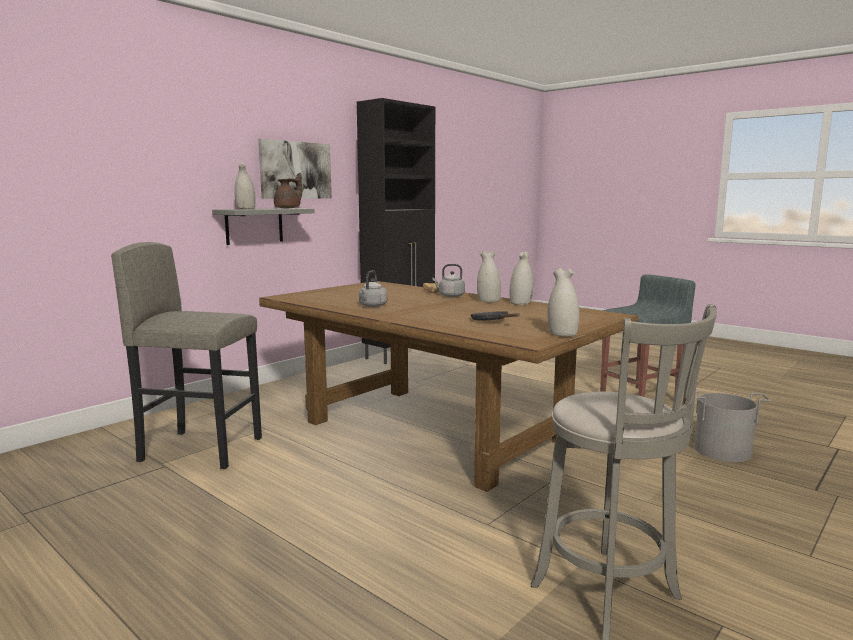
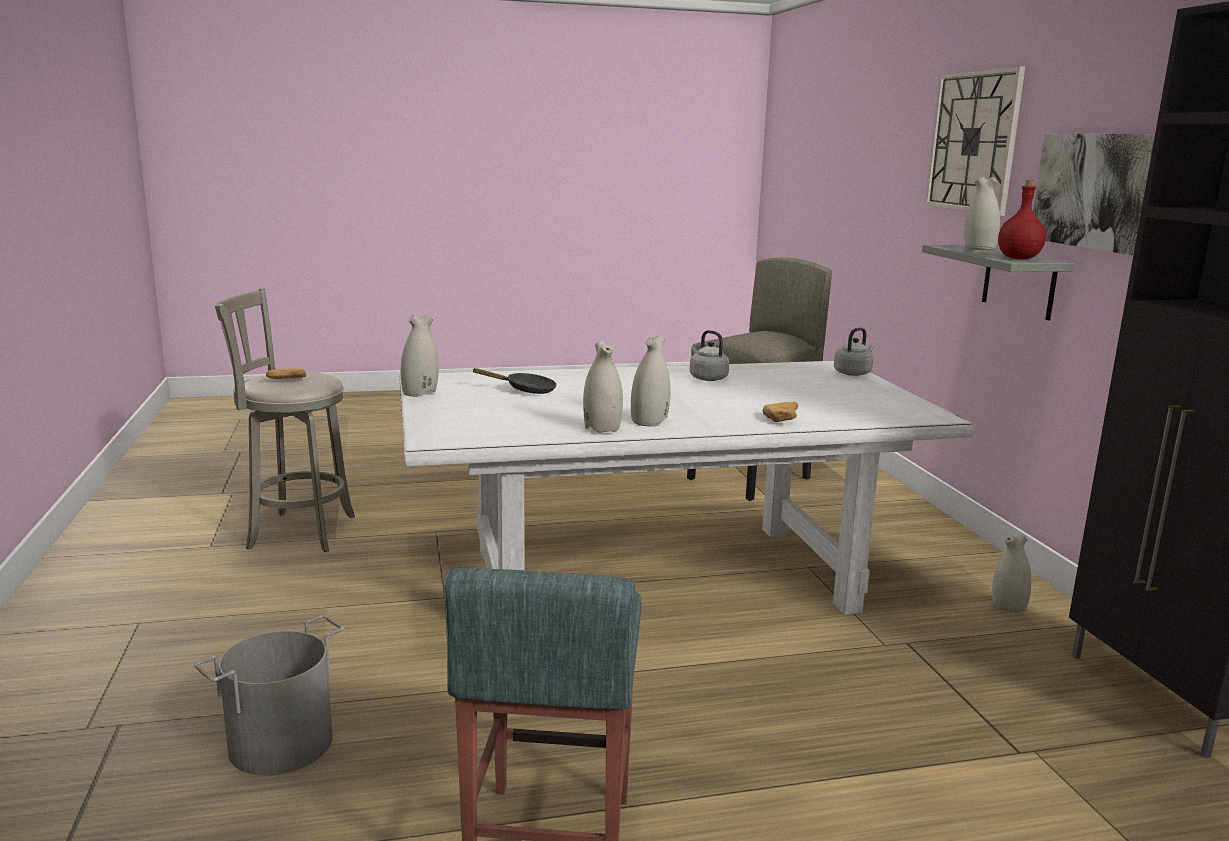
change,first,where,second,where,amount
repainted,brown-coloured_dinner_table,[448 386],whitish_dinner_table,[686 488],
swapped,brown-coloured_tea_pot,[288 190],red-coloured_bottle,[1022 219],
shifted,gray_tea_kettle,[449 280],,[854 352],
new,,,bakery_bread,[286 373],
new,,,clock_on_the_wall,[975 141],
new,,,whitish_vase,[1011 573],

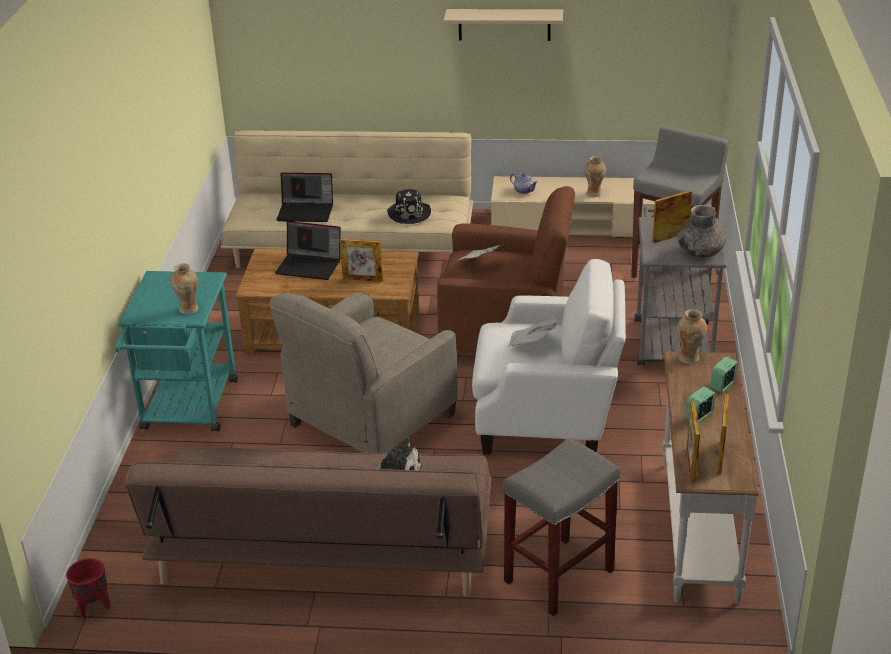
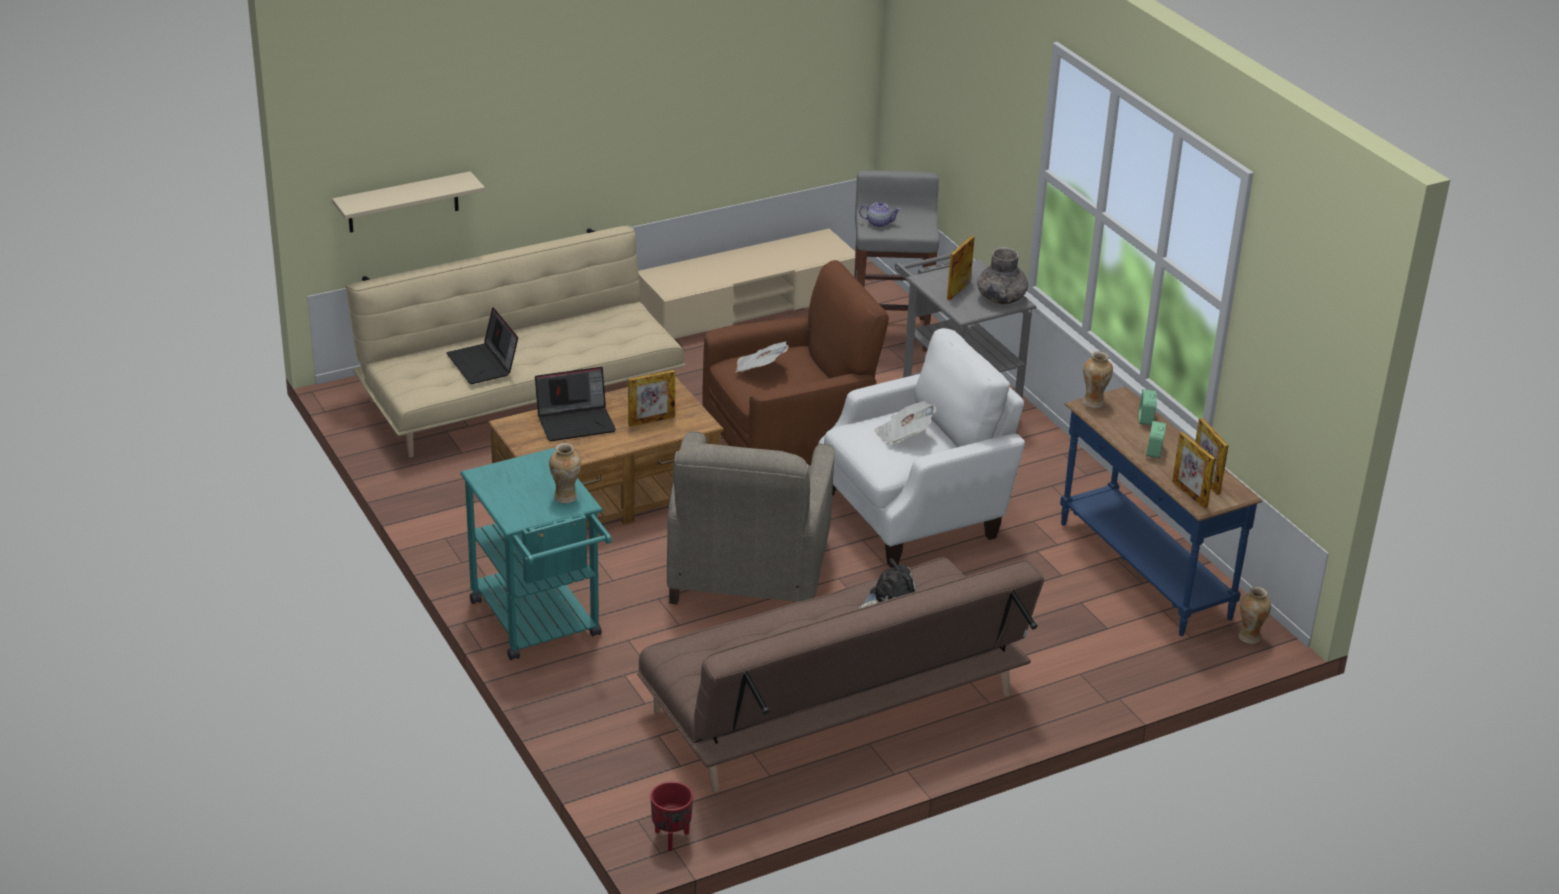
change,first,where,second,where,amount
rotated,portable_computer,[304 197],,[482 345],90 degrees clockwise
gone,blackish_wearable_hat,[409 206],,,
shifted,beige-coloured_bracket_shelf,[503 25],,[408 202],
gone,gray_sitting_stool,[561 527],,,
shifted,tea_pot,[524 183],,[880 214],
shifted,vase,[595 176],,[1255 615],
repainted,whitish_console_table,[710 478],blue_console_table,[1161 511],

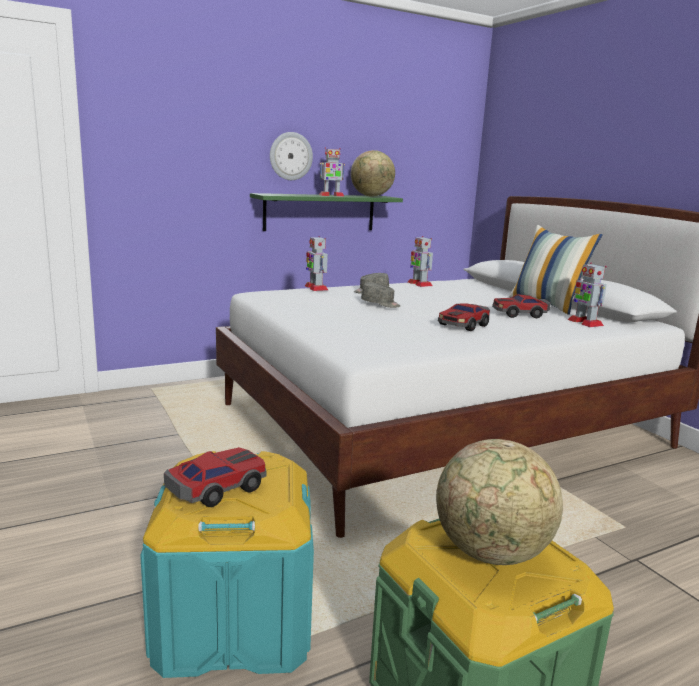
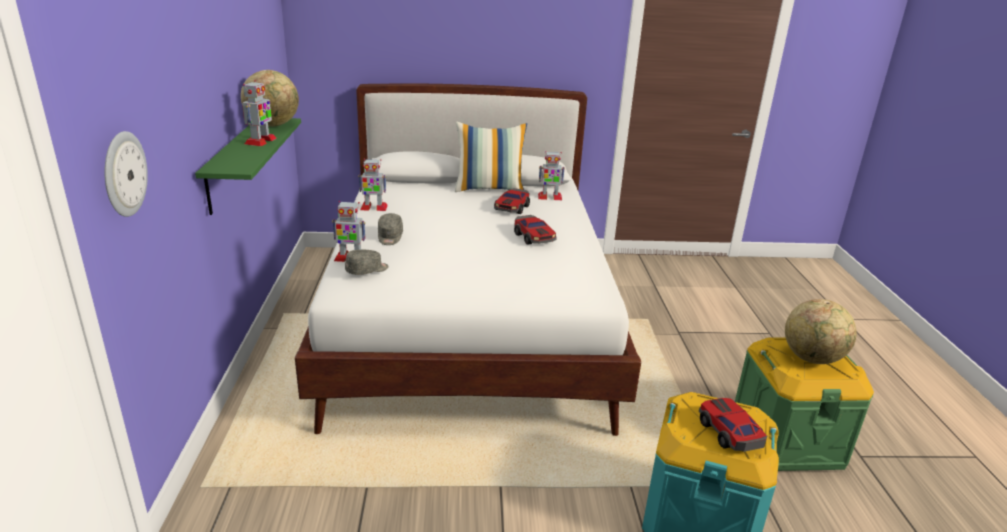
change,first,where,second,where,amount
shifted,clock_on_the_wall,[291 156],,[126 174],
shifted,gray_baseball_cap,[380 295],,[366 262],

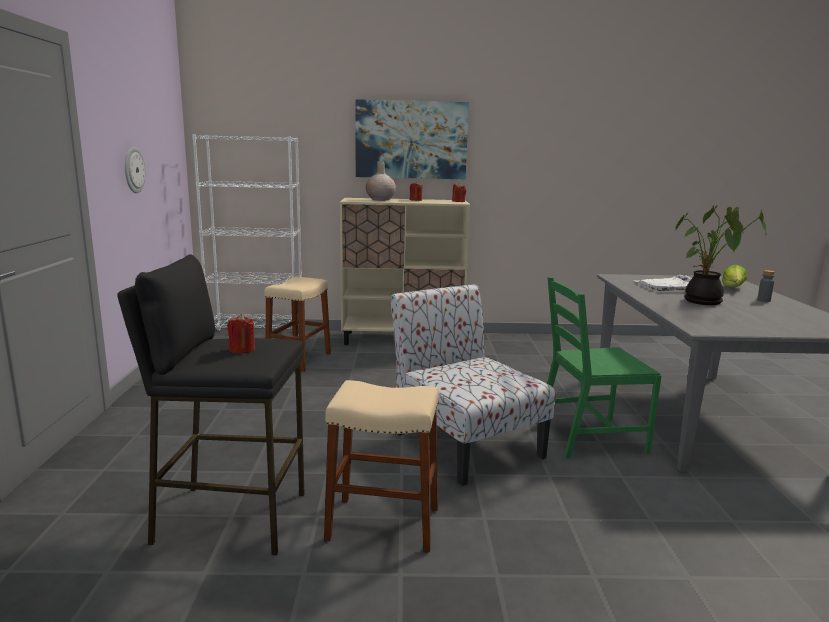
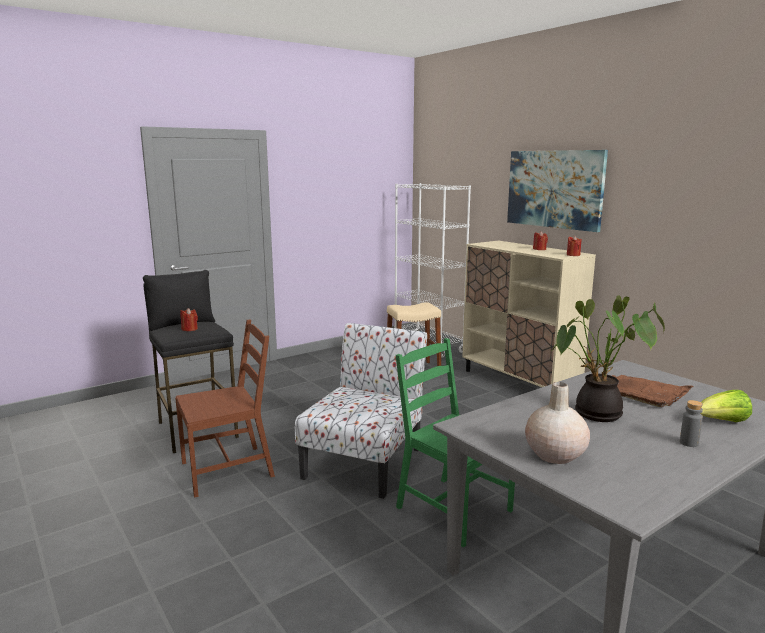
change,first,where,second,where,amount
gone,clock_on_the_wall,[135 170],,,
swapped,beige-coloured_sitting_stool,[381 466],brown-coloured_chair,[225 408],
shifted,beige-coloured_vase,[381 181],,[557 423],
repainted,whitish_serving_tray,[663 283],brown-coloured_serving_tray,[652 391],

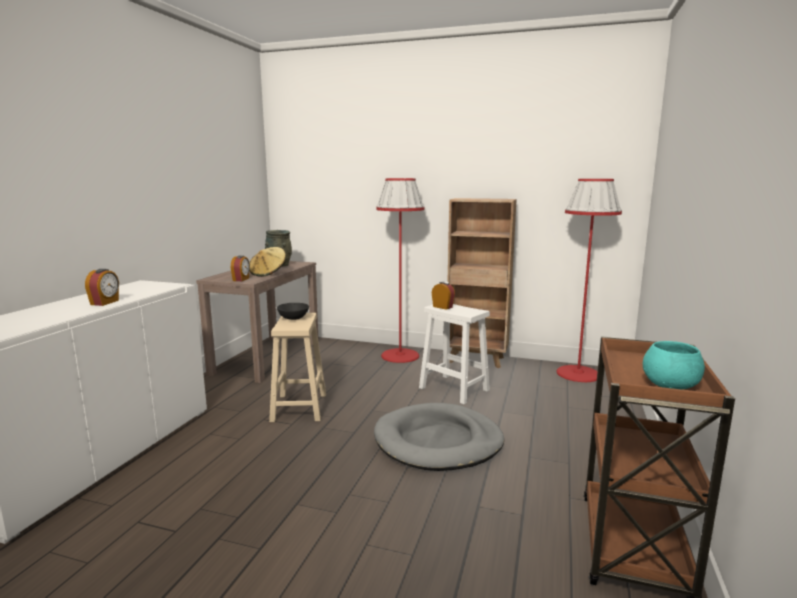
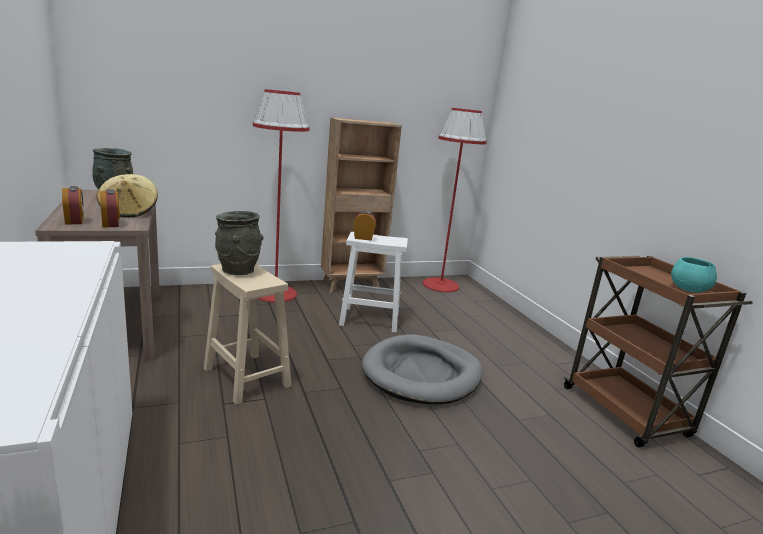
change,first,where,second,where,amount
shifted,alarm_clock,[102 287],,[73 205],
swapped,blackish_deep_dish,[293 311],gray_vase,[239 243],

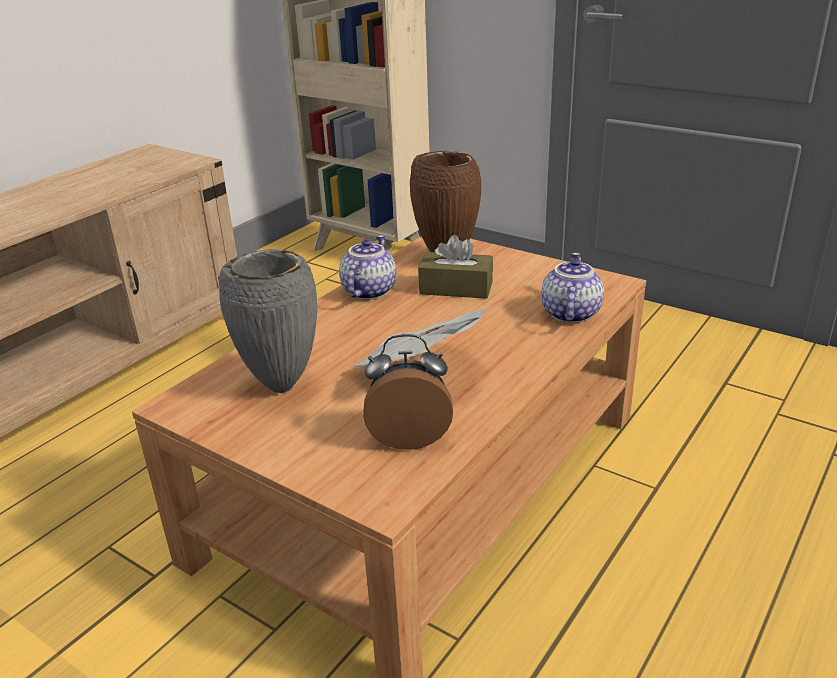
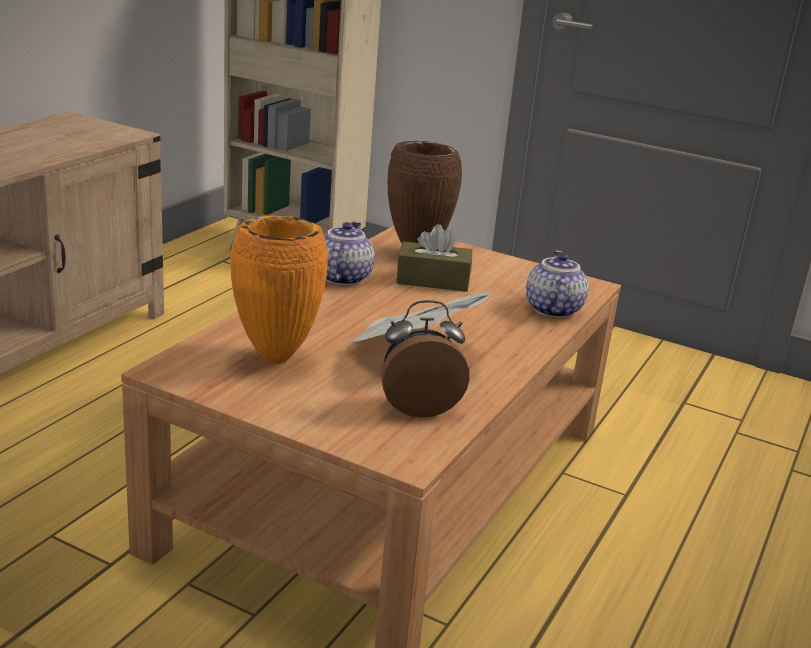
change,first,where,second,where,amount
repainted,gray_vase,[268 321],orangey_vase,[279 289],

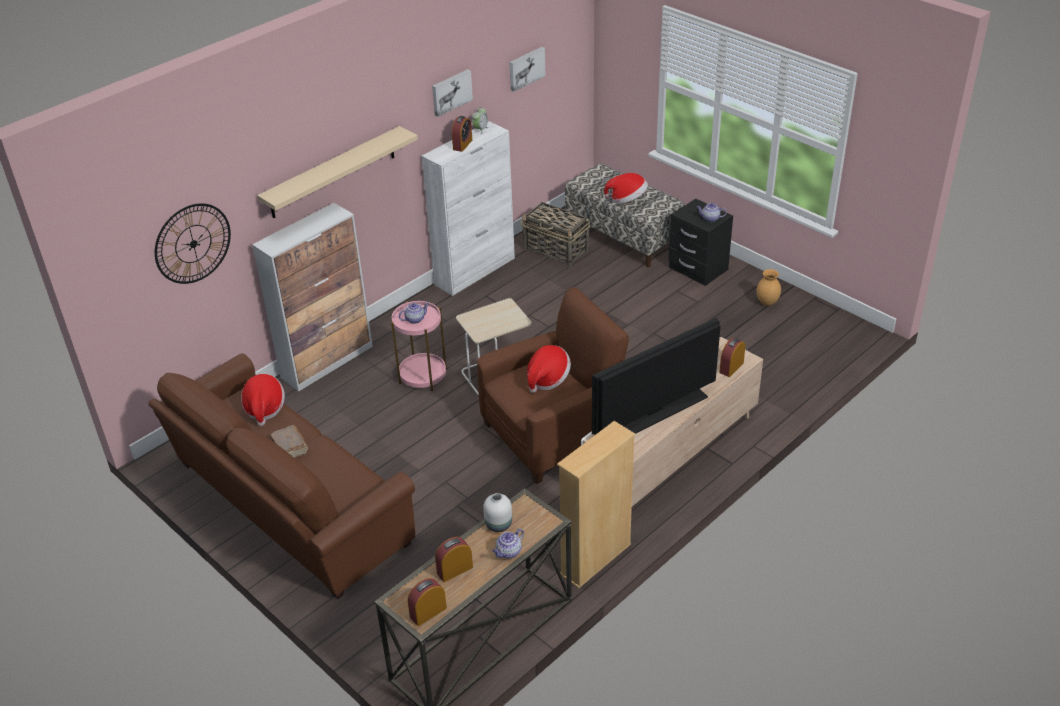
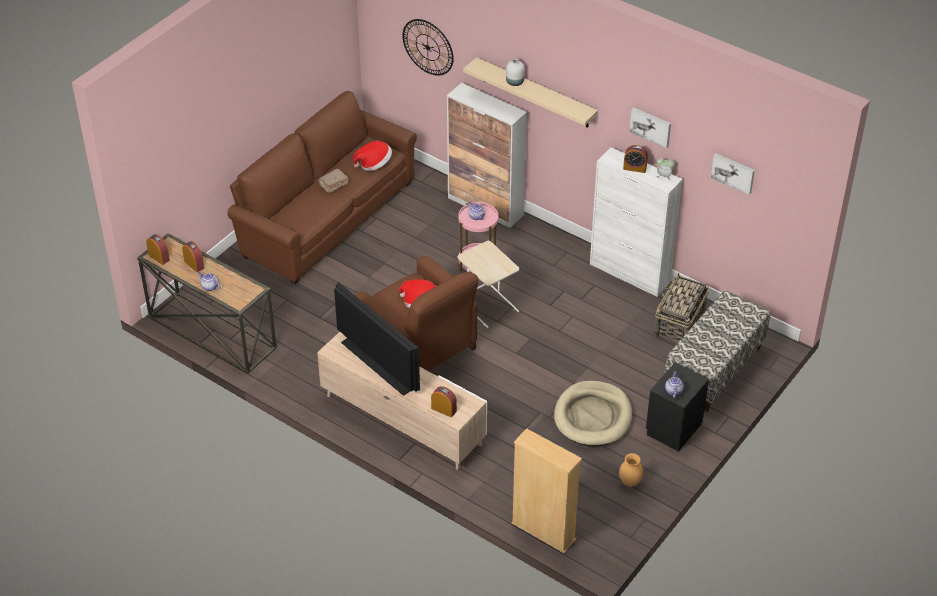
change,first,where,second,where,amount
shifted,whitish_vase,[497 512],,[515 72],
shifted,beige-coloured_bookcase,[596 505],,[547 490],
gone,wearable_hat,[626 188],,,
new,,,beige-coloured_dog_bed,[593 414],

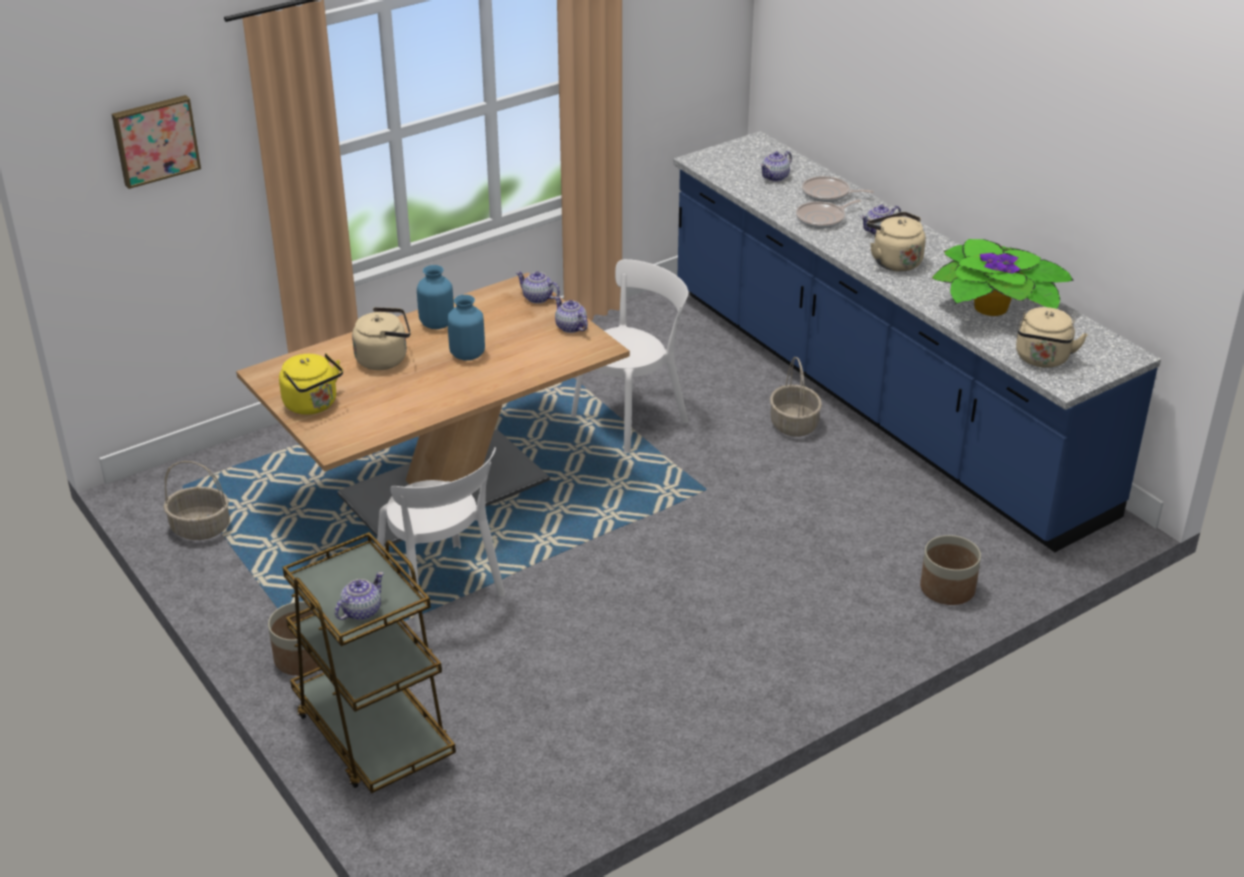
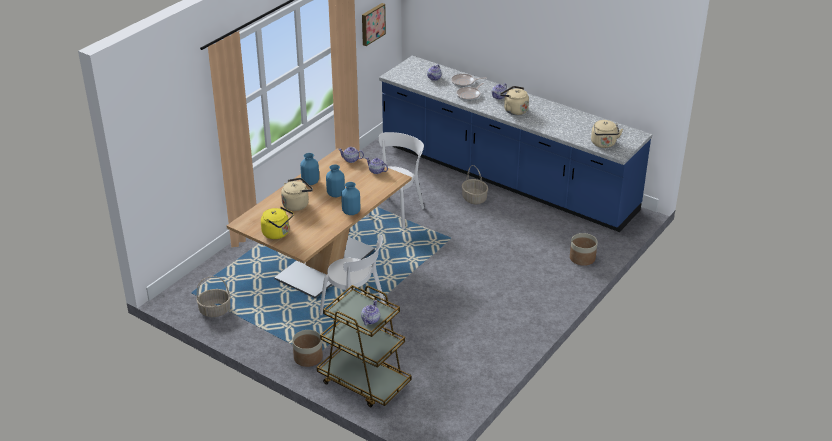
change,first,where,second,where,amount
shifted,wall_art,[156 142],,[374 24],
gone,houseplant,[1003 277],,,
new,,,blue_vase,[350 198],

